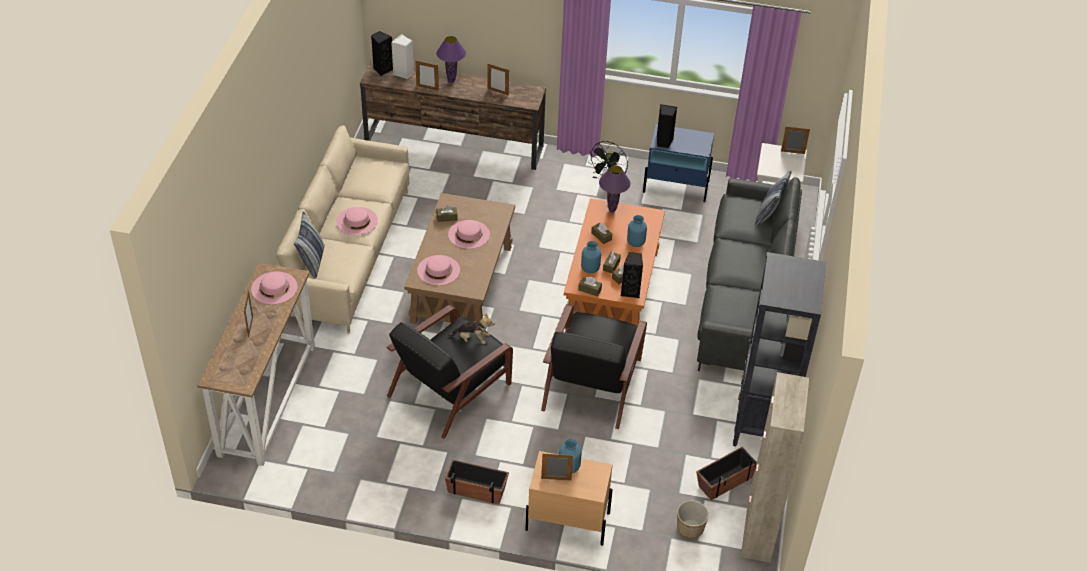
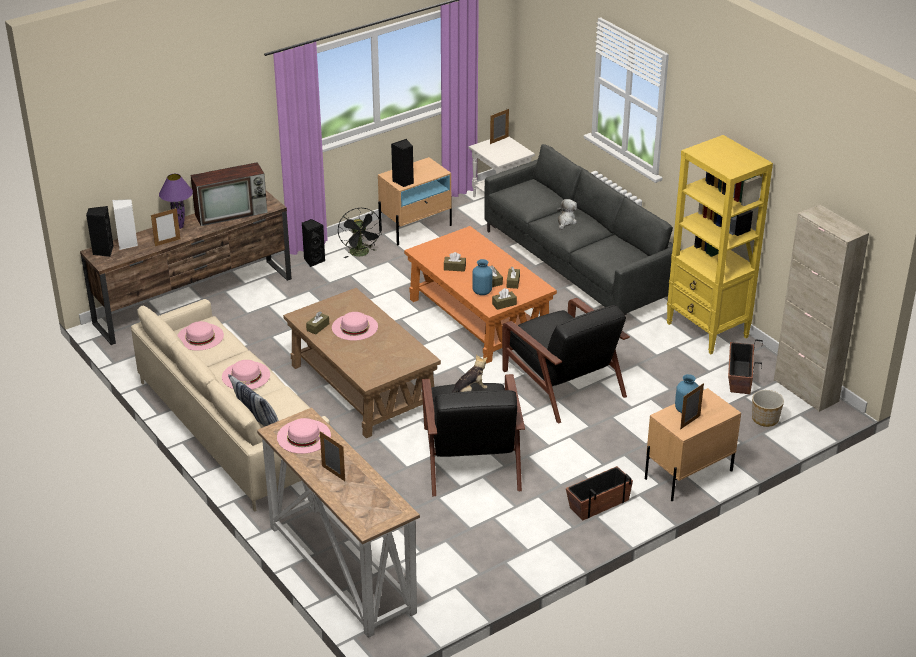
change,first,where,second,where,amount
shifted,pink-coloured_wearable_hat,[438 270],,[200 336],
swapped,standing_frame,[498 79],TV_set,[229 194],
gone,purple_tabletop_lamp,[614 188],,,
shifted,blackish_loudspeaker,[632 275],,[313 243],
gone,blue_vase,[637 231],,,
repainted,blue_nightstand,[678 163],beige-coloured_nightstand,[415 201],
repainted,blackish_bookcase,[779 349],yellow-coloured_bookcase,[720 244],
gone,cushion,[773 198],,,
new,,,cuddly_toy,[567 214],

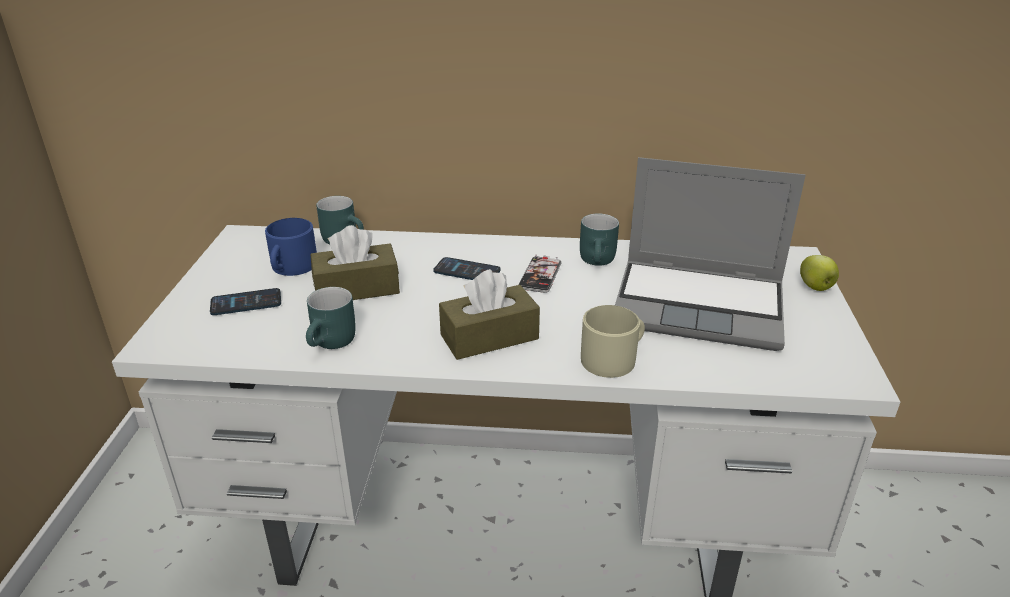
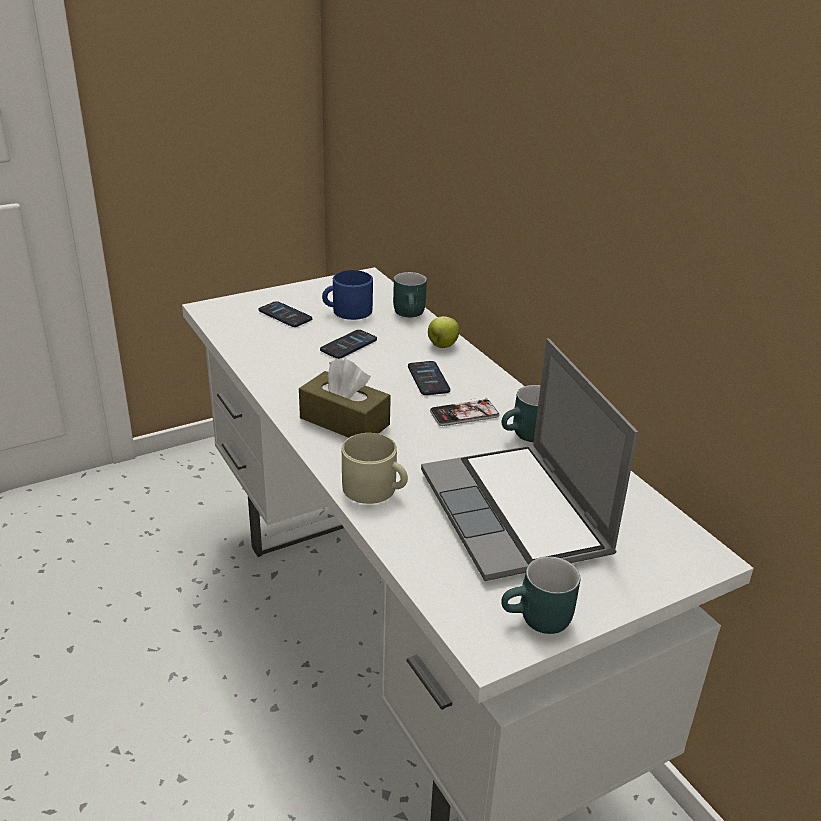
change,first,where,second,where,amount
shifted,turquoise_coffee_mug,[331 318],,[541 595],
swapped,brown-coloured_tissue_holder,[355 262],handset,[348 344],
shifted,whole_apple,[819 273],,[444 332],

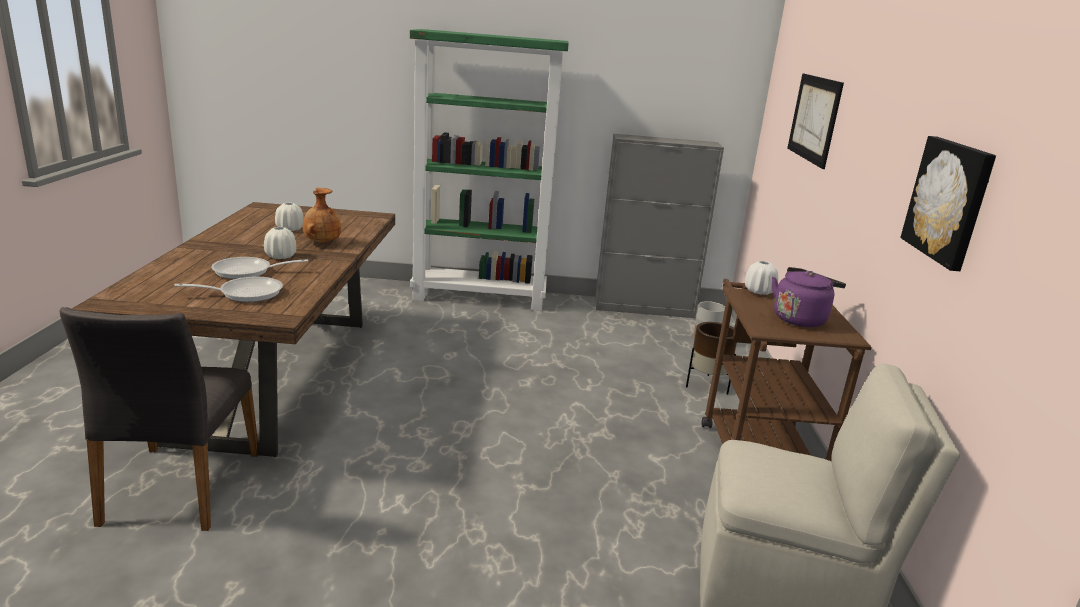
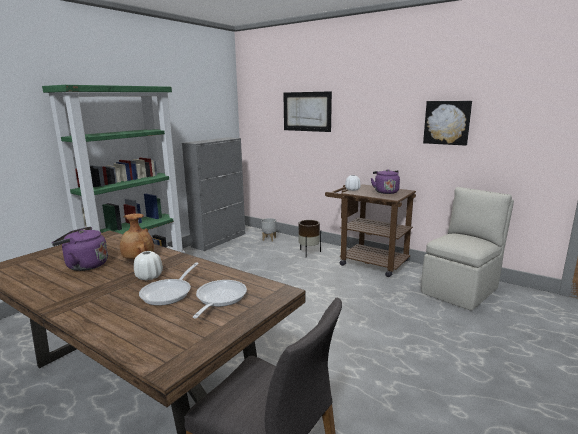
change,first,where,second,where,amount
swapped,whitish_vase,[289 216],purple_tea_kettle,[80 248],

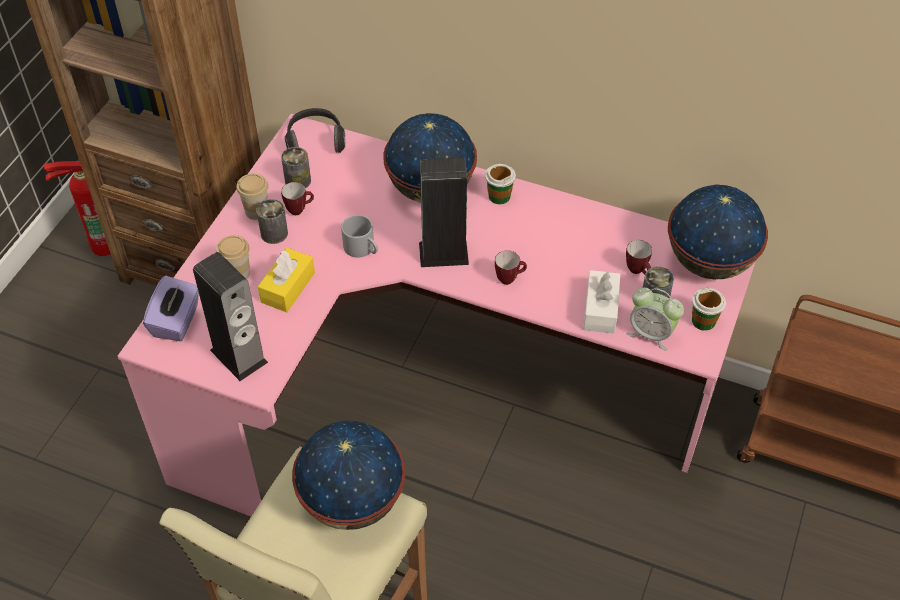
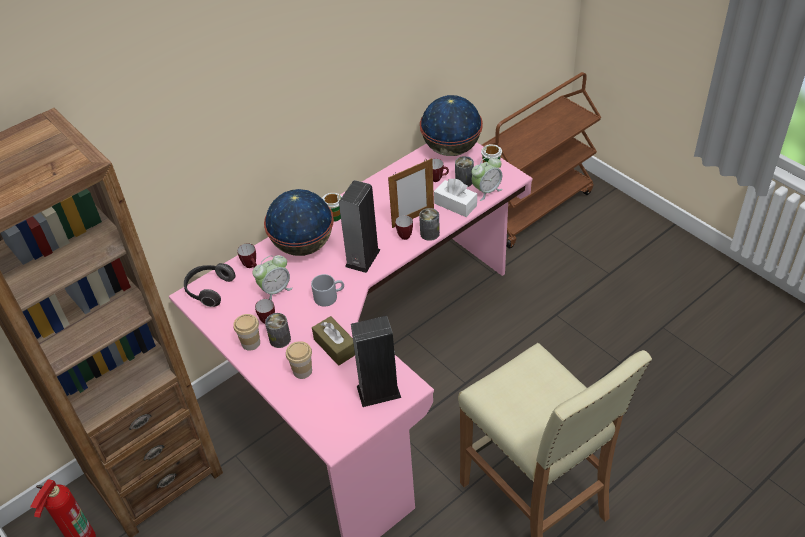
change,first,where,second,where,amount
gone,purple_tissue_holder,[171 308],,,
repainted,yellow-coloured_tissue_holder,[286 280],brown-coloured_tissue_holder,[333 341],
shifted,metal_can,[296 167],,[429 224],
gone,globe,[348 475],,,
new,,,coffee_mug,[247 255],
new,,,alarm_clock,[272 277],
new,,,standing_frame,[411 193],

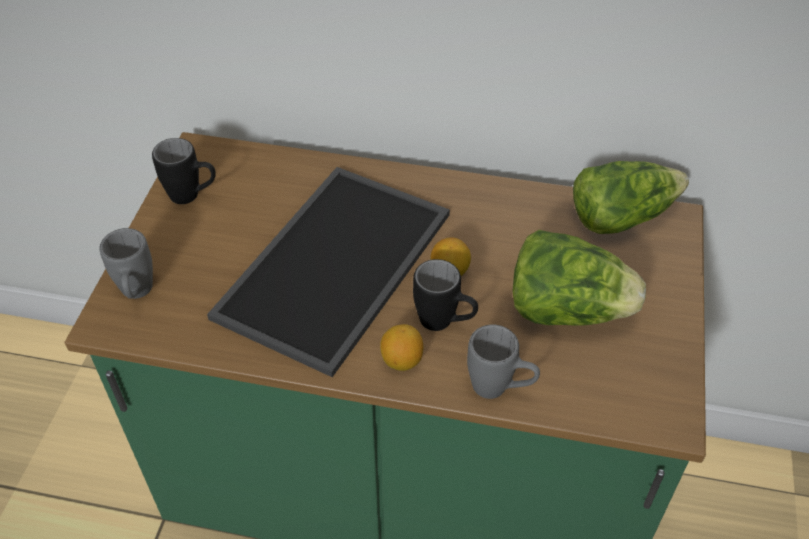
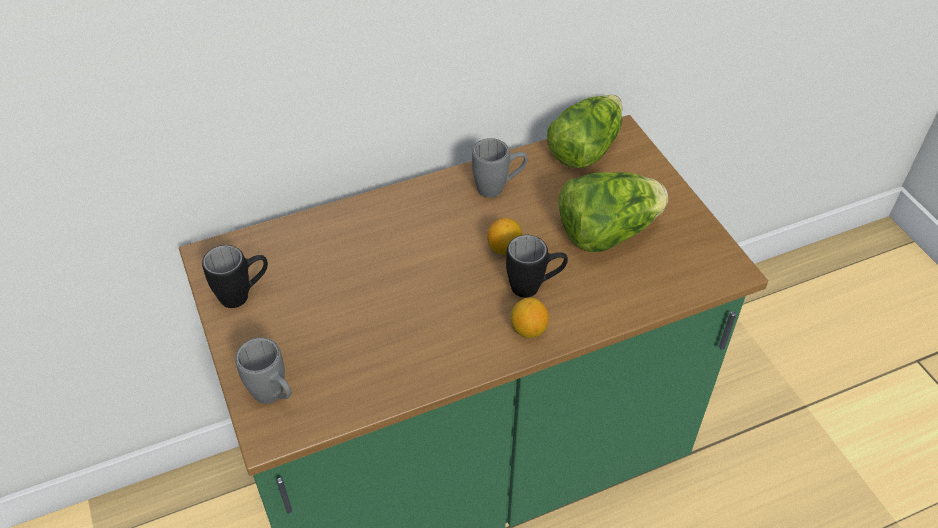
change,first,where,second,where,amount
gone,serving_tray,[328 272],,,
shifted,gray_coffee_mug,[503 361],,[499 168],

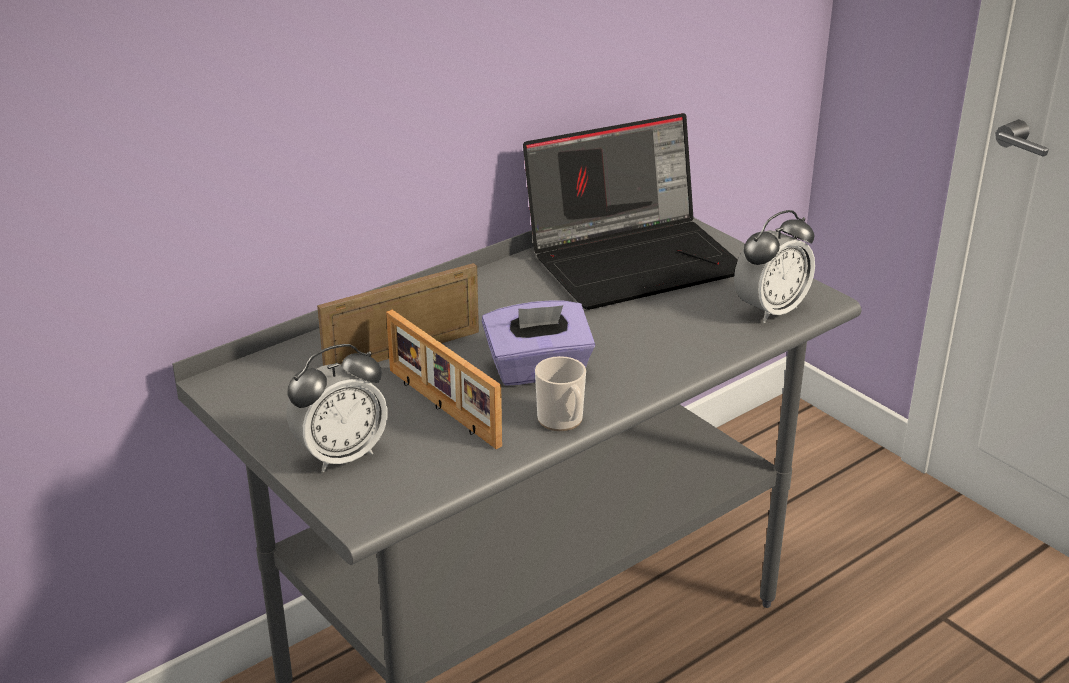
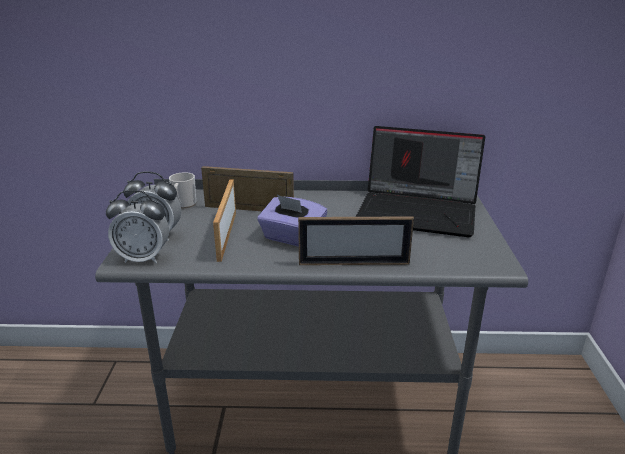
change,first,where,second,where,amount
shifted,coffee_mug,[560 393],,[182 190],
shifted,alarm_clock,[774 266],,[137 227],
new,,,standing_frame,[356 240],

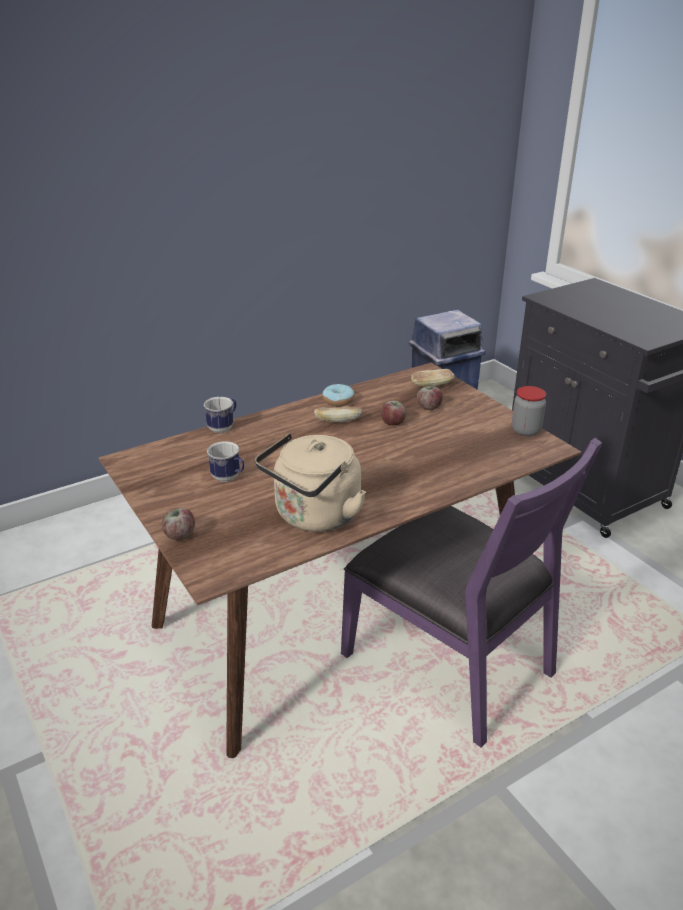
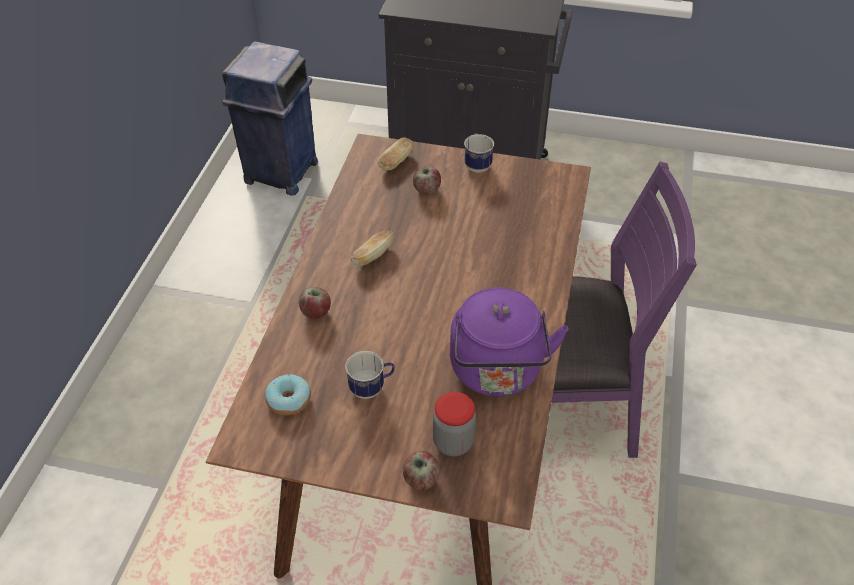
change,first,where,second,where,amount
shifted,coffee_mug,[220 415],,[479 153],
repainted,beige-coloured_tea_kettle,[310 482],purple_tea_kettle,[509 342],
shifted,ring_doughnut,[339 395],,[288 395],
shifted,whole_apple,[394 413],,[315 303],
shifted,preserve_jar,[529 411],,[454 424],

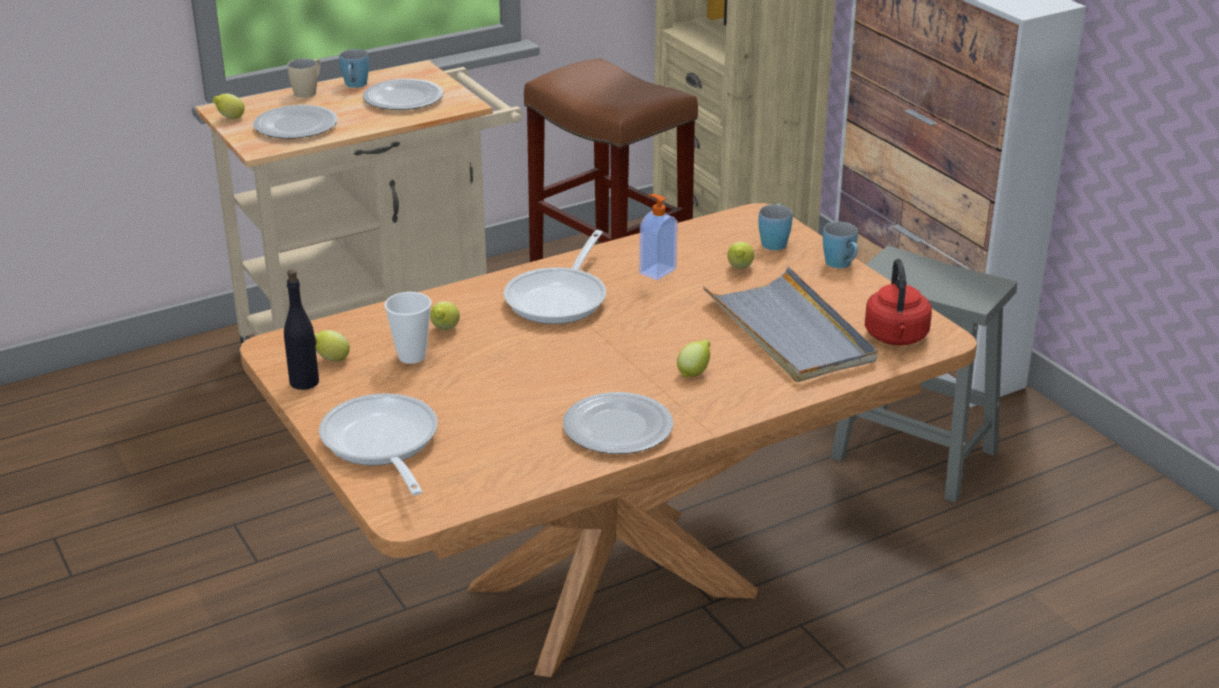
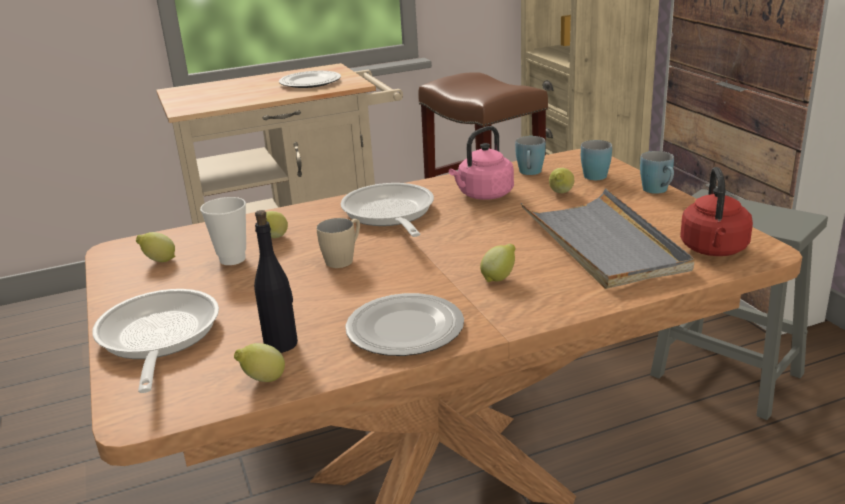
change,first,where,second,where,amount
shifted,whole_lemon,[229 106],,[259 362],
gone,dinner_plate,[295 122],,,
shifted,blackish_bottle,[301 329],,[276 281],
shifted,beige-coloured_coffee_mug,[304 78],,[338 243],
shifted,blue_coffee_mug,[354 68],,[530 155],
rotated,skillet,[555 277],,[387 210],135 degrees clockwise
swapped,liquid_soap_bottle,[658 237],pink-coloured_tea_kettle,[481 163],

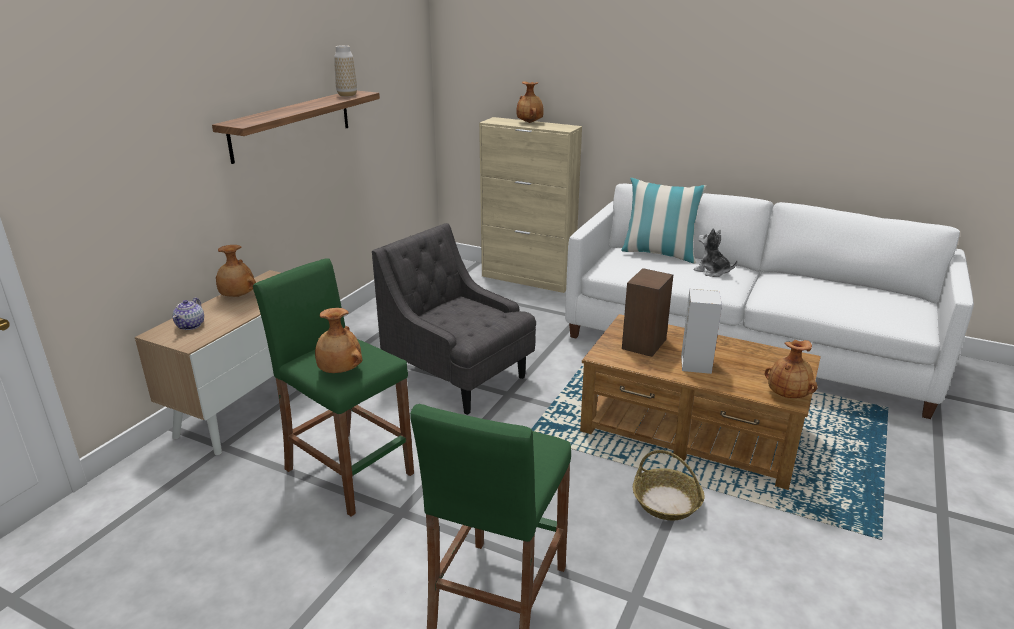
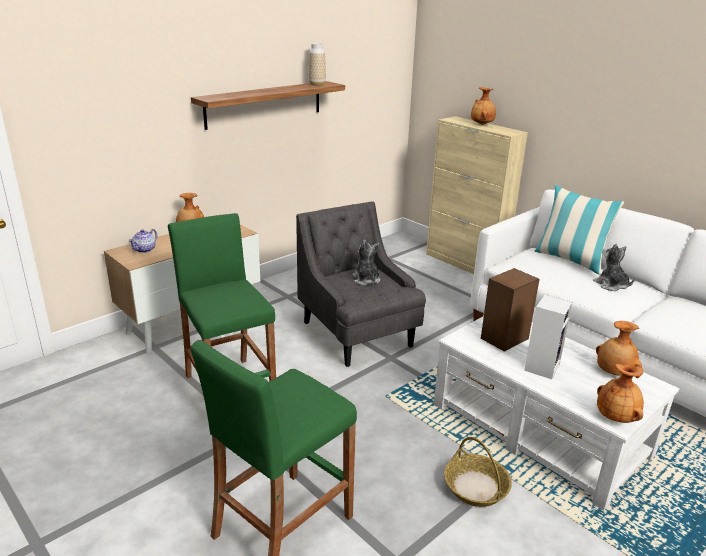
change,first,where,second,where,amount
shifted,brown-coloured_vase,[338 340],,[619 348],
repainted,brown-coloured_low_table,[700 402],whitish_low_table,[556 413],
new,,,cuddly_toy,[366 263],

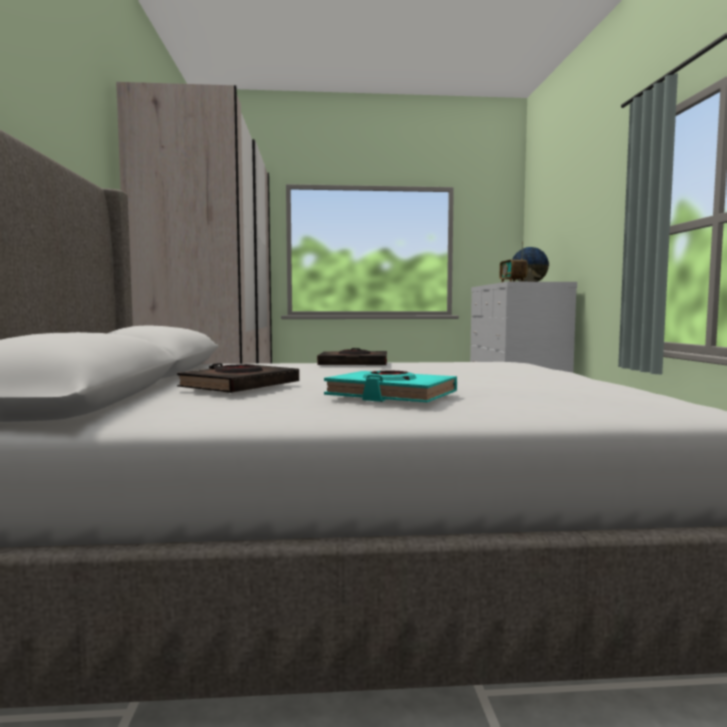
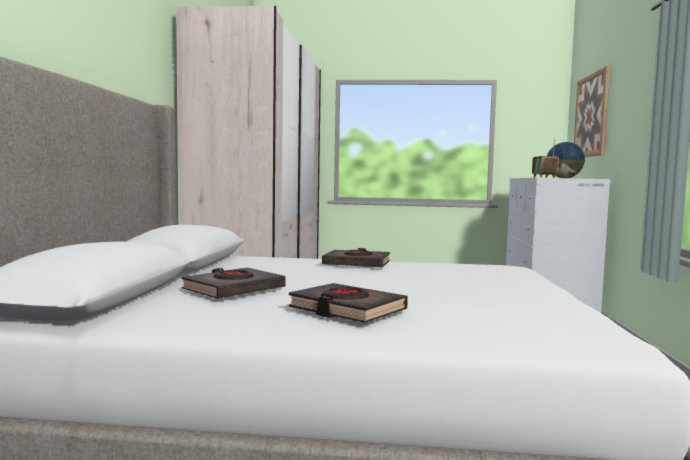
change,first,where,second,where,amount
repainted,turquoise_bound_book,[390 386],blackish_bound_book,[348 303],
new,,,wall_art,[592 111],

